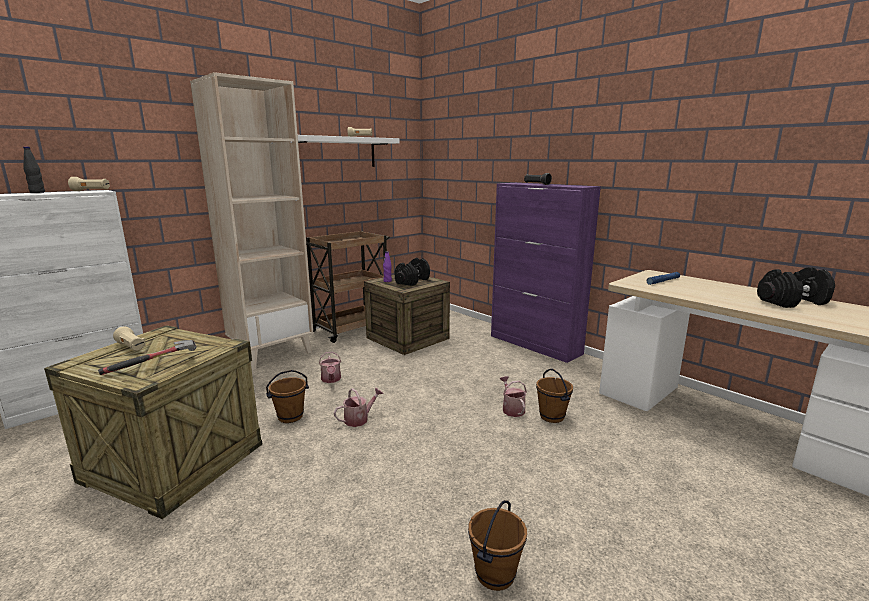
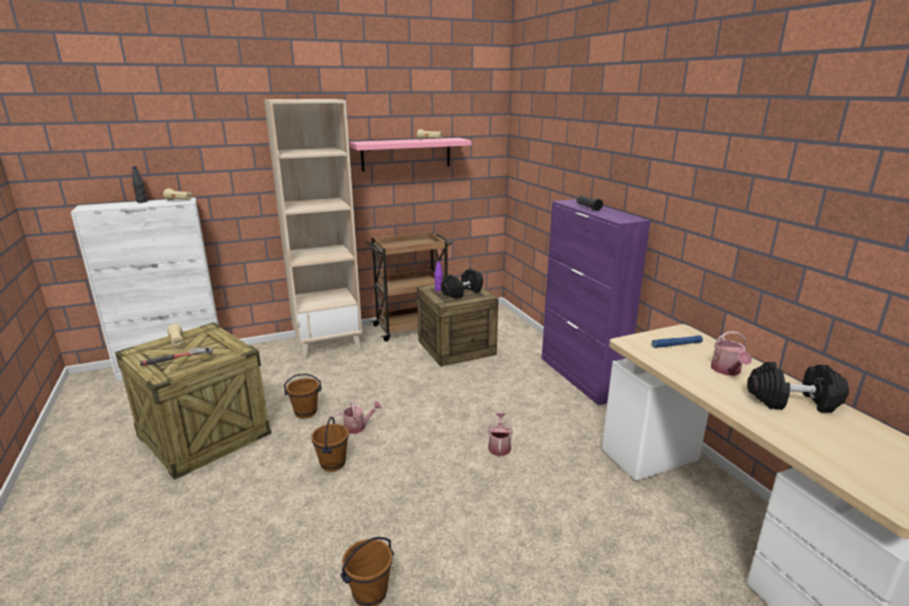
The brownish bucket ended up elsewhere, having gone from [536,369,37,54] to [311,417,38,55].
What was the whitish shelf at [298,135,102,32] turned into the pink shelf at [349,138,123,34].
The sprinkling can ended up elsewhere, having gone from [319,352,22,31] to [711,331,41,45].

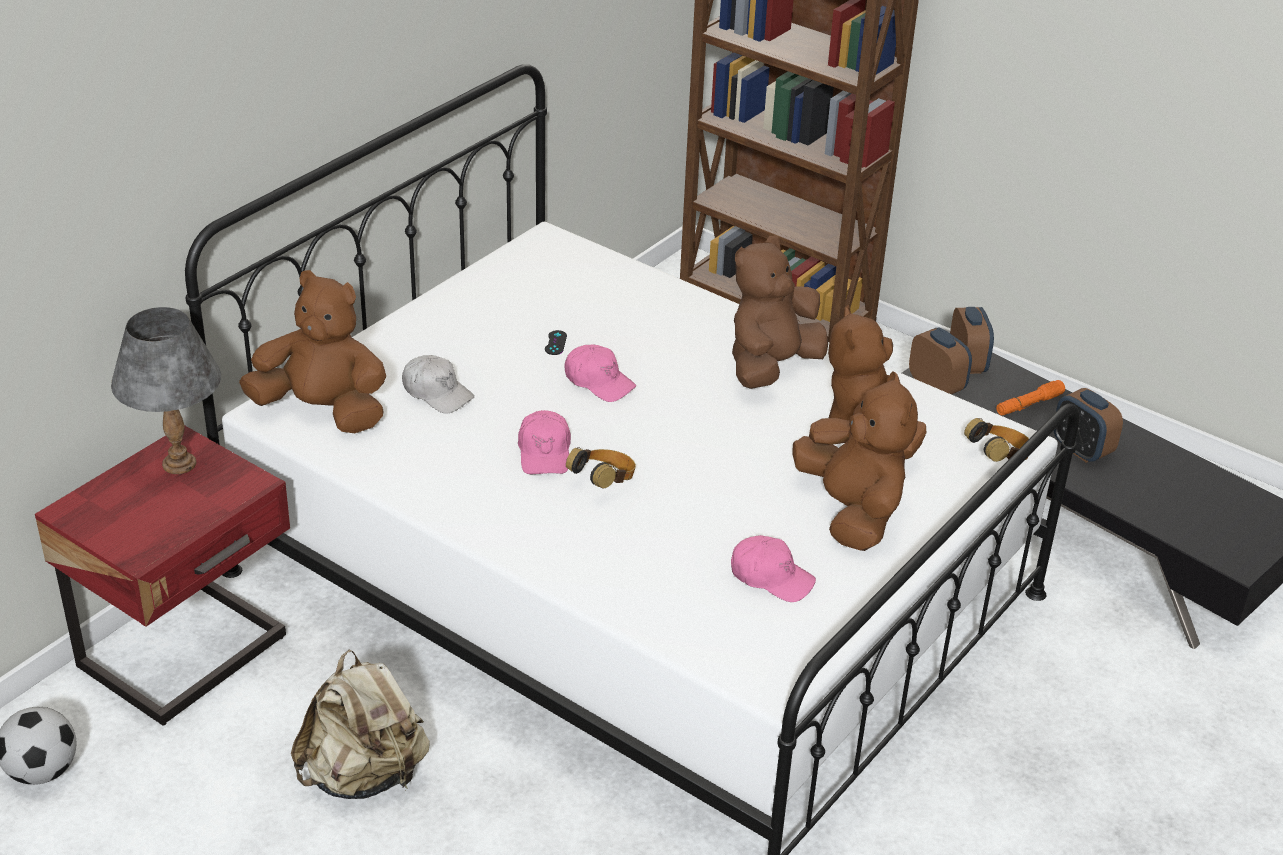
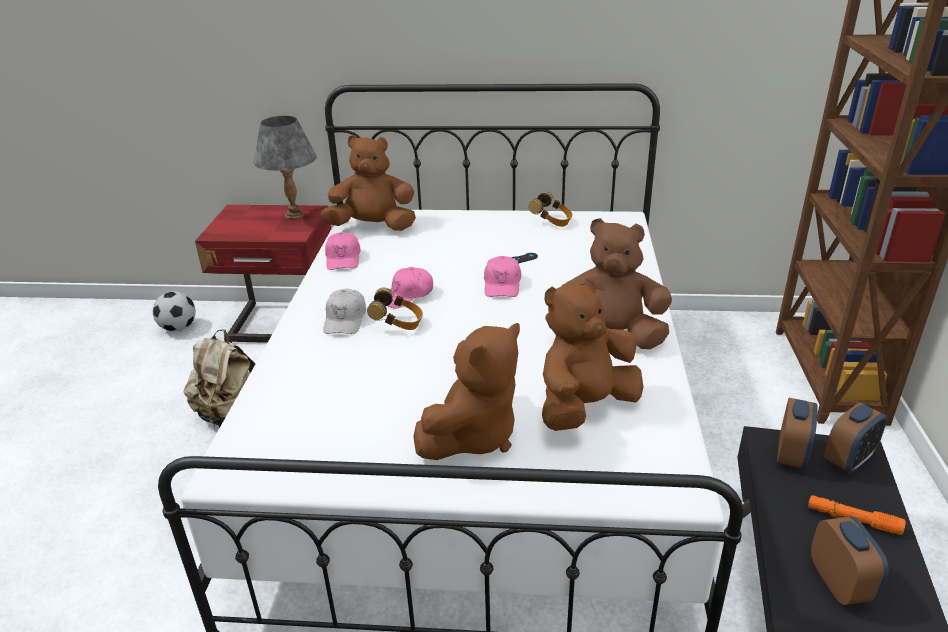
The brownish cuddly toy at [239,270,147,163] ended up facing another way, 75 degrees counterclockwise from before.
The whitish peaked cap ended up elsewhere, having gone from [402,355,72,59] to [323,289,43,45].
The pink peaked cap ended up elsewhere, having gone from [731,535,85,67] to [325,232,35,38].
The headset ended up elsewhere, having gone from [964,418,65,44] to [528,191,44,36].
The alarm clock at [1054,388,69,75] ended up facing another way, 150 degrees clockwise from before.

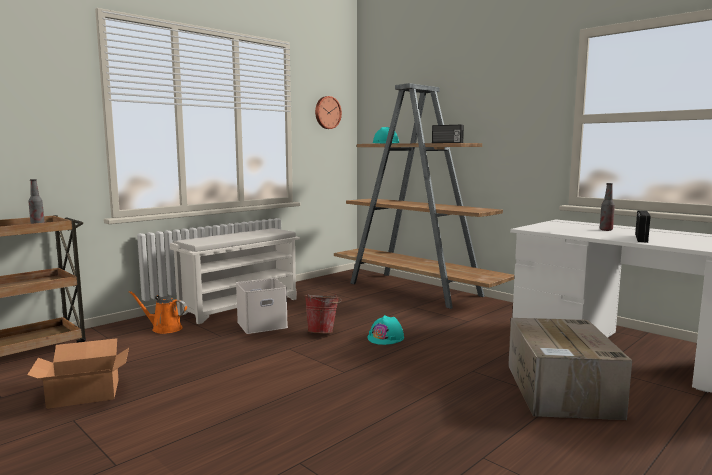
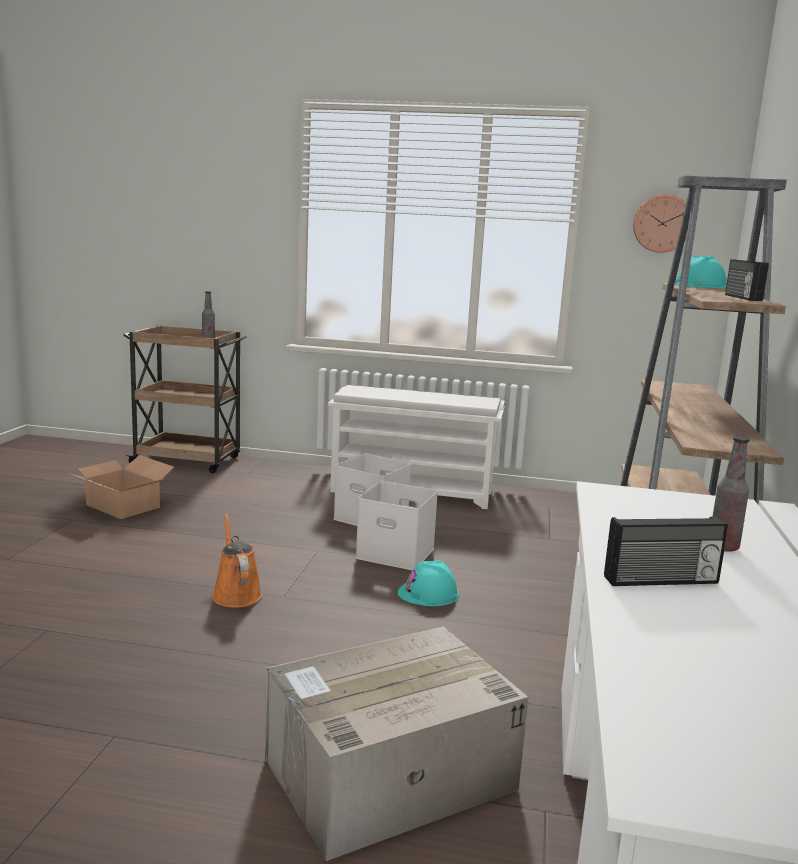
The orange-coloured sprinkling can ended up elsewhere, having gone from [129,291,58,43] to [212,513,50,95].
Where the bucket stood at [305,294,37,39], the whitish storage box came to stand at [355,481,83,89].

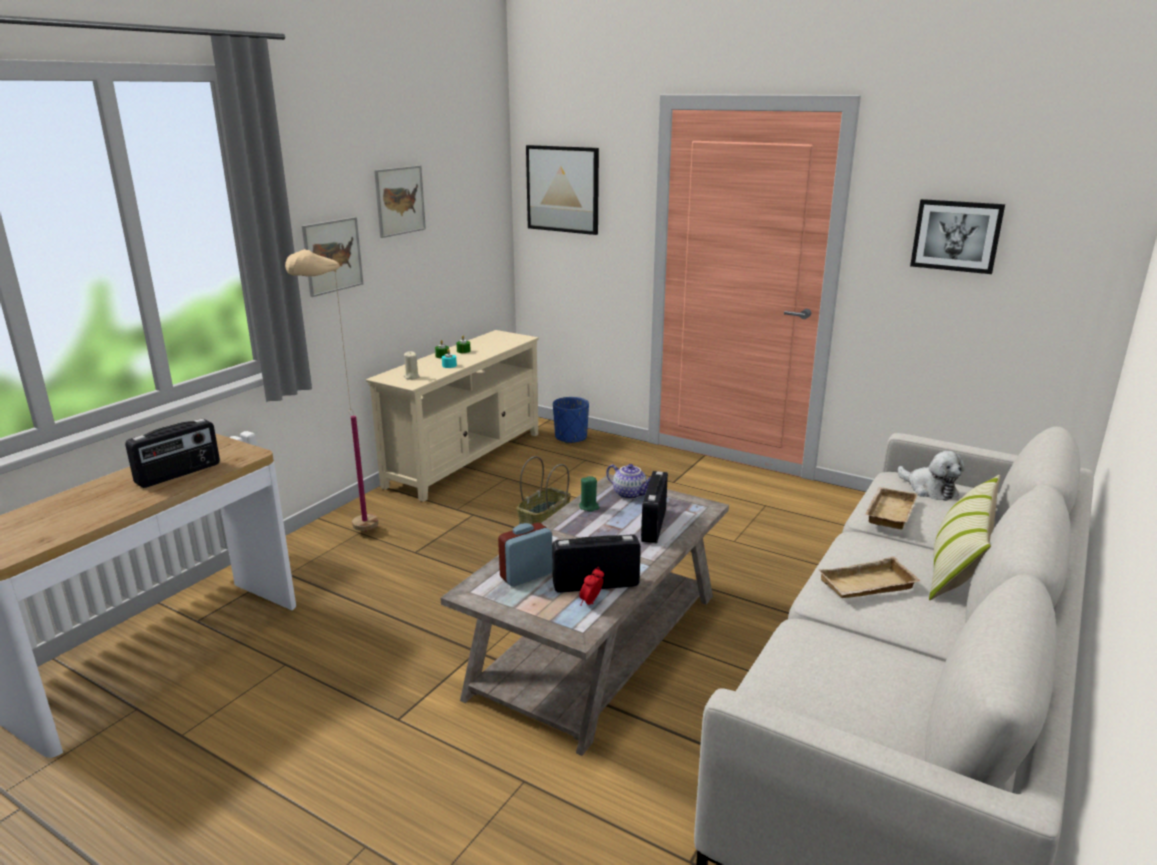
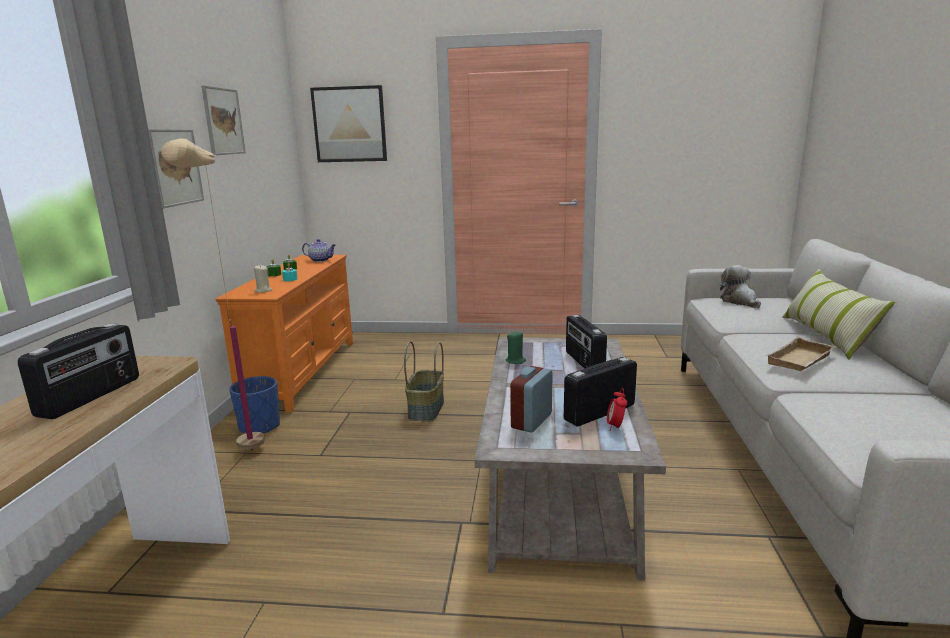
What was the sand-coloured media console at [366,330,173,172] turned into the orange-coloured media console at [216,255,137,158].
The blue-coloured plant pot ended up elsewhere, having gone from [553,397,36,47] to [229,376,51,58].
The tea pot ended up elsewhere, having gone from [606,464,45,35] to [302,239,34,23].
The cuddly toy at [898,451,67,50] ended up facing another way, 135 degrees counterclockwise from before.
The second view lost the sand-coloured carrying tray at [865,487,53,42].
The second view lost the wall art at [910,199,95,75].

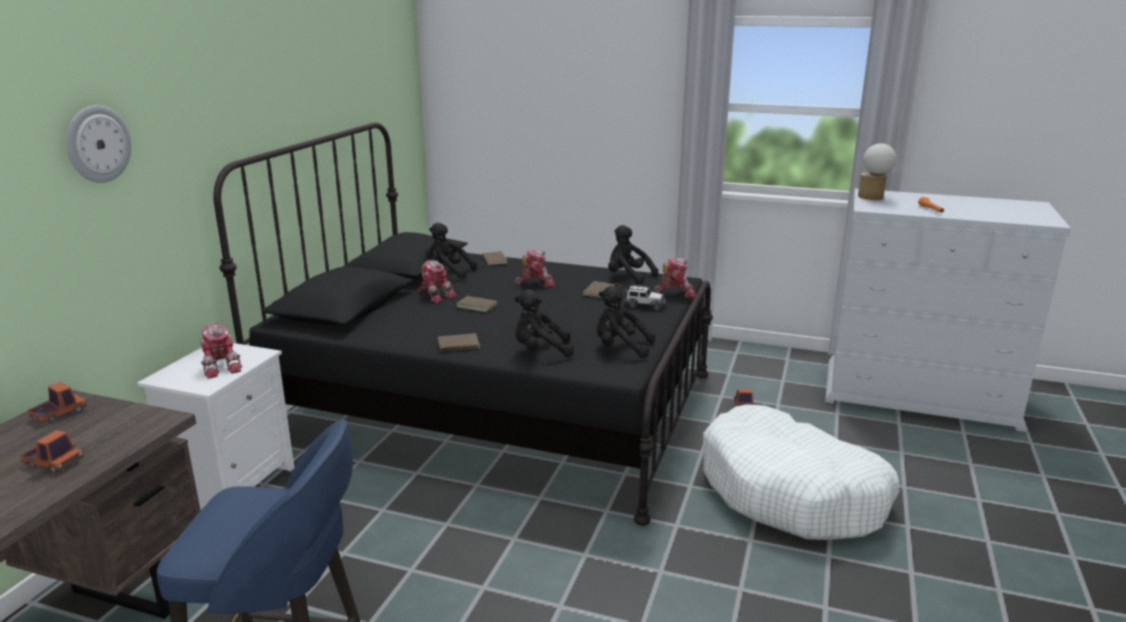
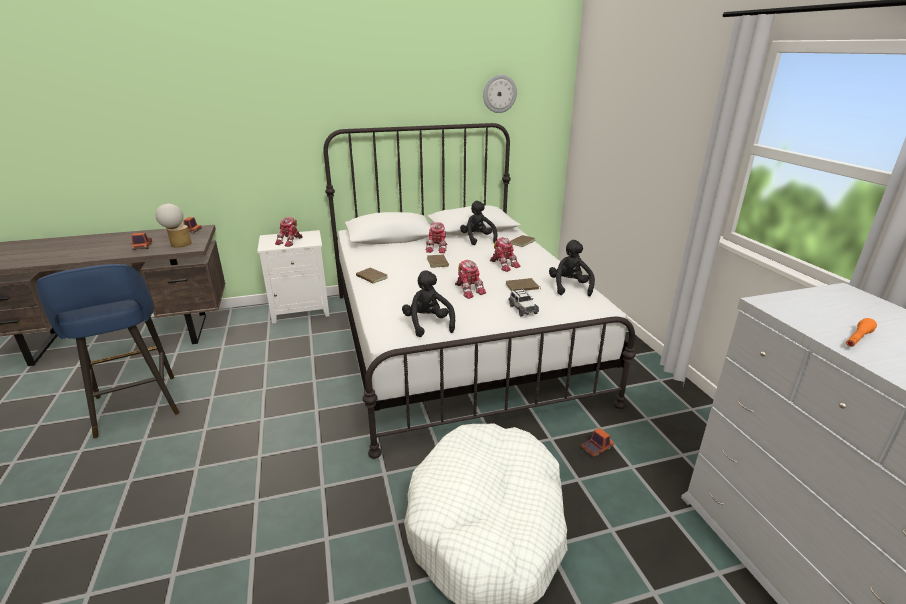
The lamp for a table ended up elsewhere, having gone from [858,143,39,57] to [156,204,36,44].
What was the black sleeping bed at [213,122,500,404] turned into the whitish sleeping bed at [323,123,313,336].
The robot figure ended up elsewhere, having gone from [654,257,42,41] to [455,260,31,39].
The hanging clock ended up elsewhere, having gone from [66,105,65,78] to [483,74,34,39].
The second view lost the black cuddly toy at [514,290,60,67].

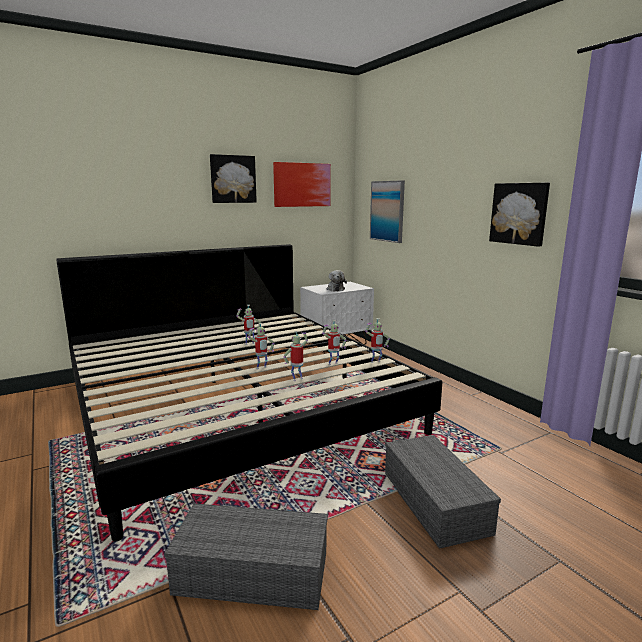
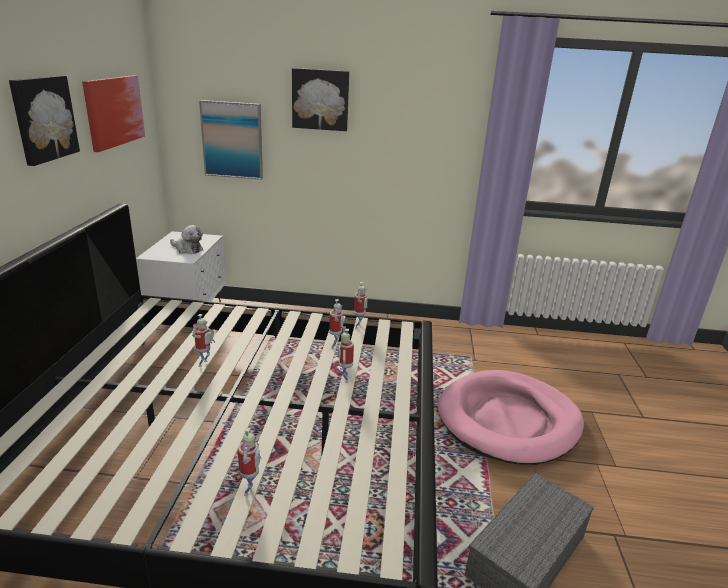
The robot figure ended up elsewhere, having gone from [248,323,27,46] to [238,428,23,68].
The wall art ended up elsewhere, having gone from [489,183,61,64] to [292,68,57,63].
Where the grey storage box stood at [385,435,116,114], the pink dog bed came to stand at [438,370,146,95].

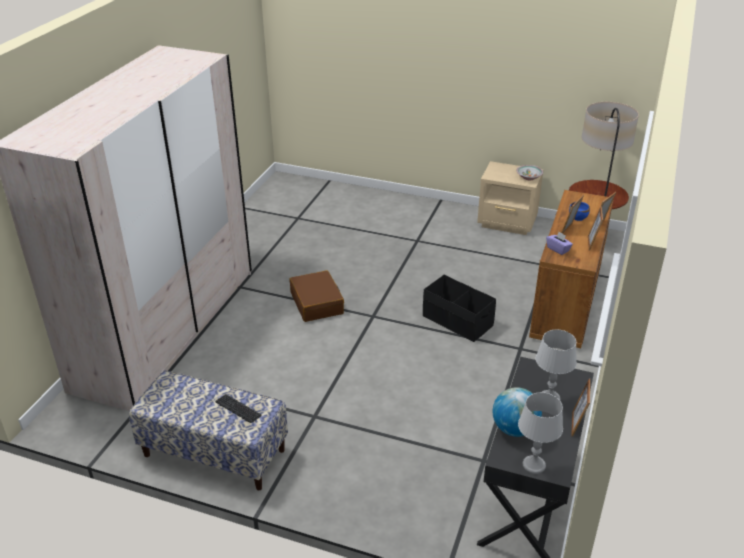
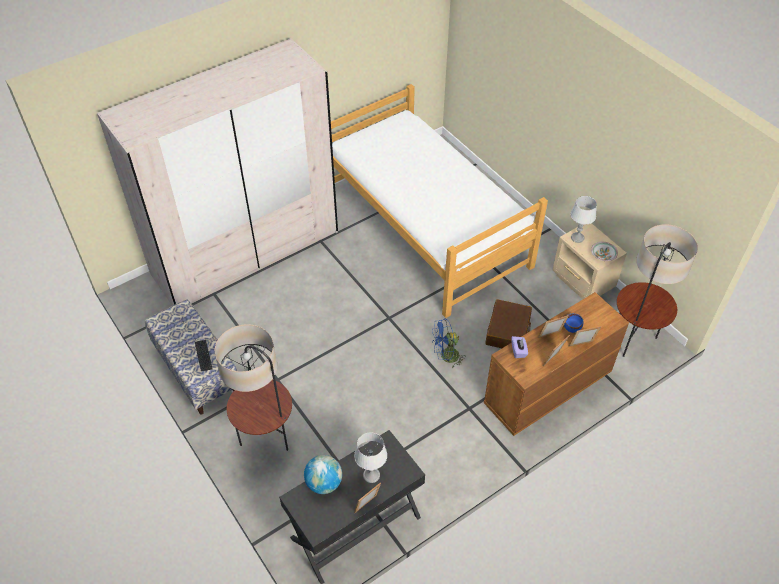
The second view gained the standard lamp at [215,324,77,127].
The second view gained the sleeping bed at [331,84,217,234].
Where the black storage box stood at [423,275,73,67], the blue-coloured fan came to stand at [432,318,34,50].
The brownish suitcase ended up elsewhere, having gone from [289,270,55,52] to [486,299,46,49].
The grey lamp for a table ended up elsewhere, having gone from [518,392,45,82] to [570,196,27,47].

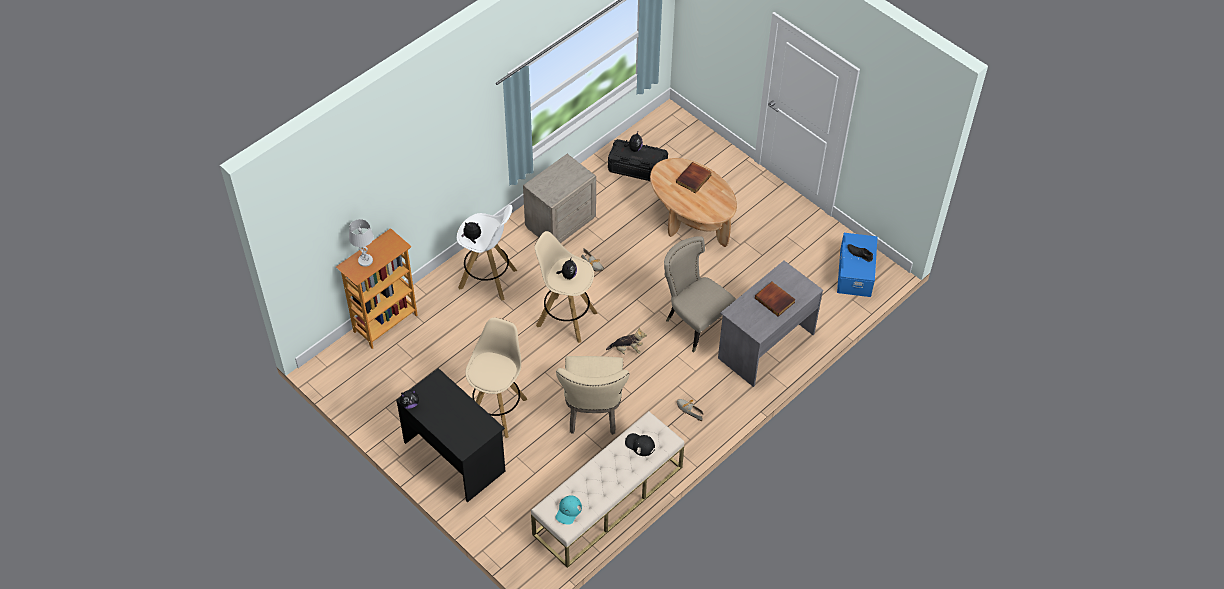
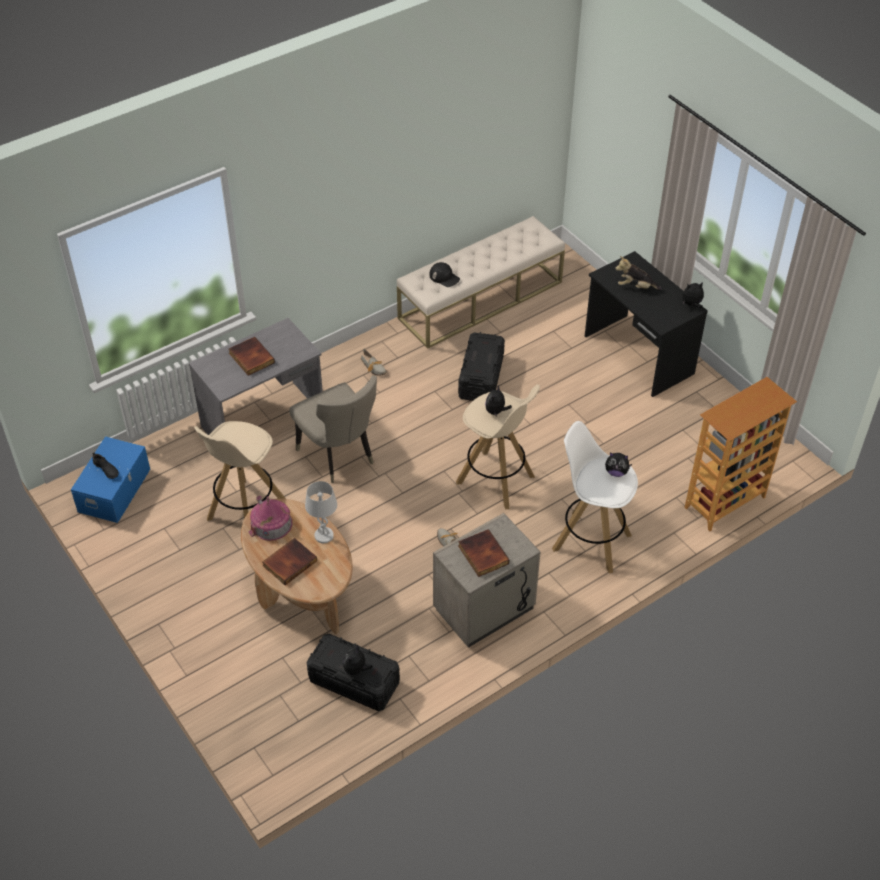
The sand-coloured stool seat ended up elsewhere, having gone from [465,317,62,121] to [194,421,92,100].
The second view gained the model house at [249,496,43,45].
The whitish lamp for a table ended up elsewhere, having gone from [349,219,25,48] to [305,481,32,62].
Where the sand-coloured plain chair stood at [556,356,73,79], the black storage box came to stand at [458,332,47,69].
The second view gained the book at [458,529,51,48].
The cuddly toy ended up elsewhere, having gone from [606,328,41,26] to [615,256,47,34].
The second view lost the blue-green peaked cap at [556,495,26,30].

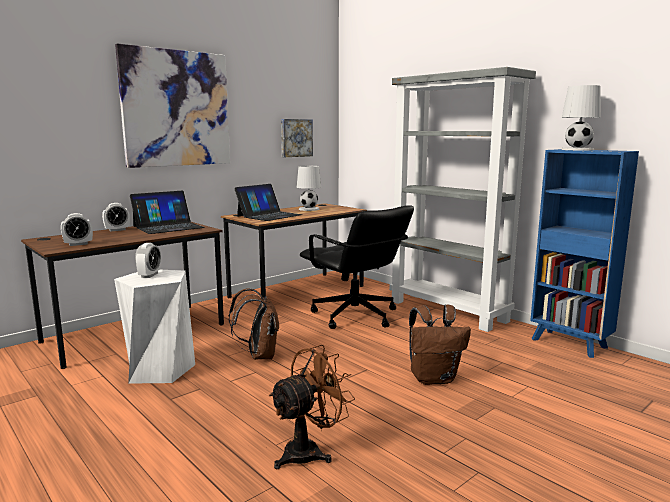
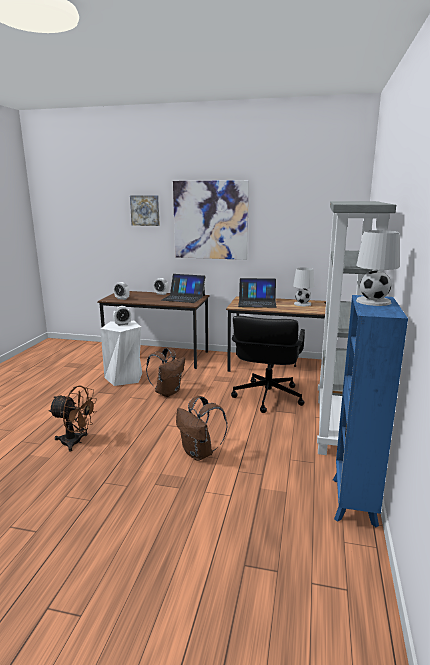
The wall art ended up elsewhere, having gone from [281,119,32,38] to [130,195,30,31].

